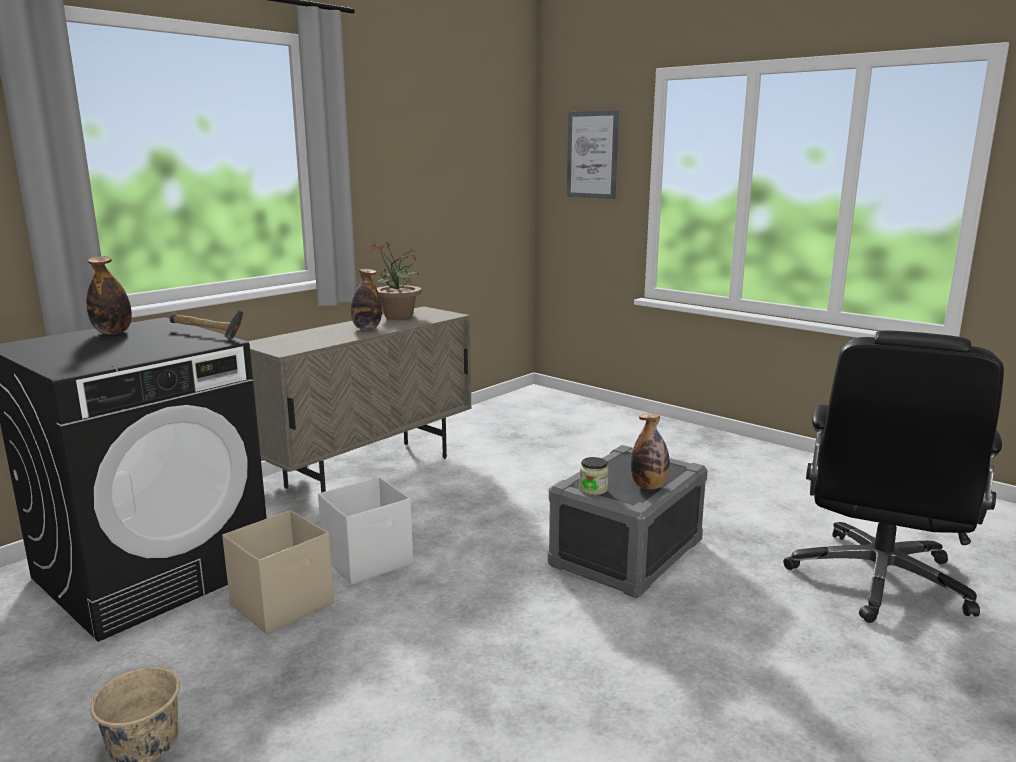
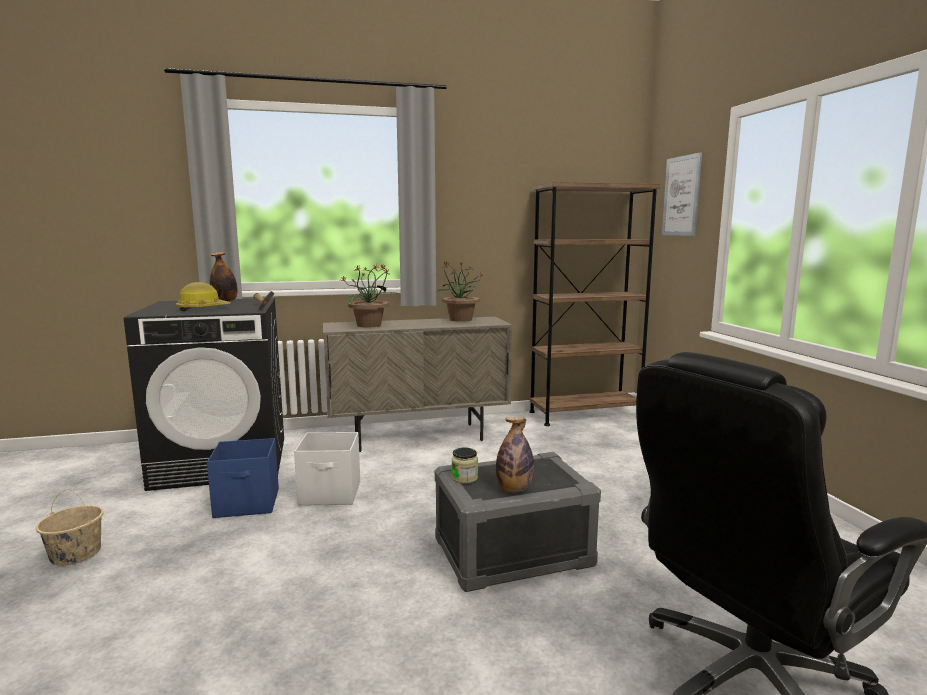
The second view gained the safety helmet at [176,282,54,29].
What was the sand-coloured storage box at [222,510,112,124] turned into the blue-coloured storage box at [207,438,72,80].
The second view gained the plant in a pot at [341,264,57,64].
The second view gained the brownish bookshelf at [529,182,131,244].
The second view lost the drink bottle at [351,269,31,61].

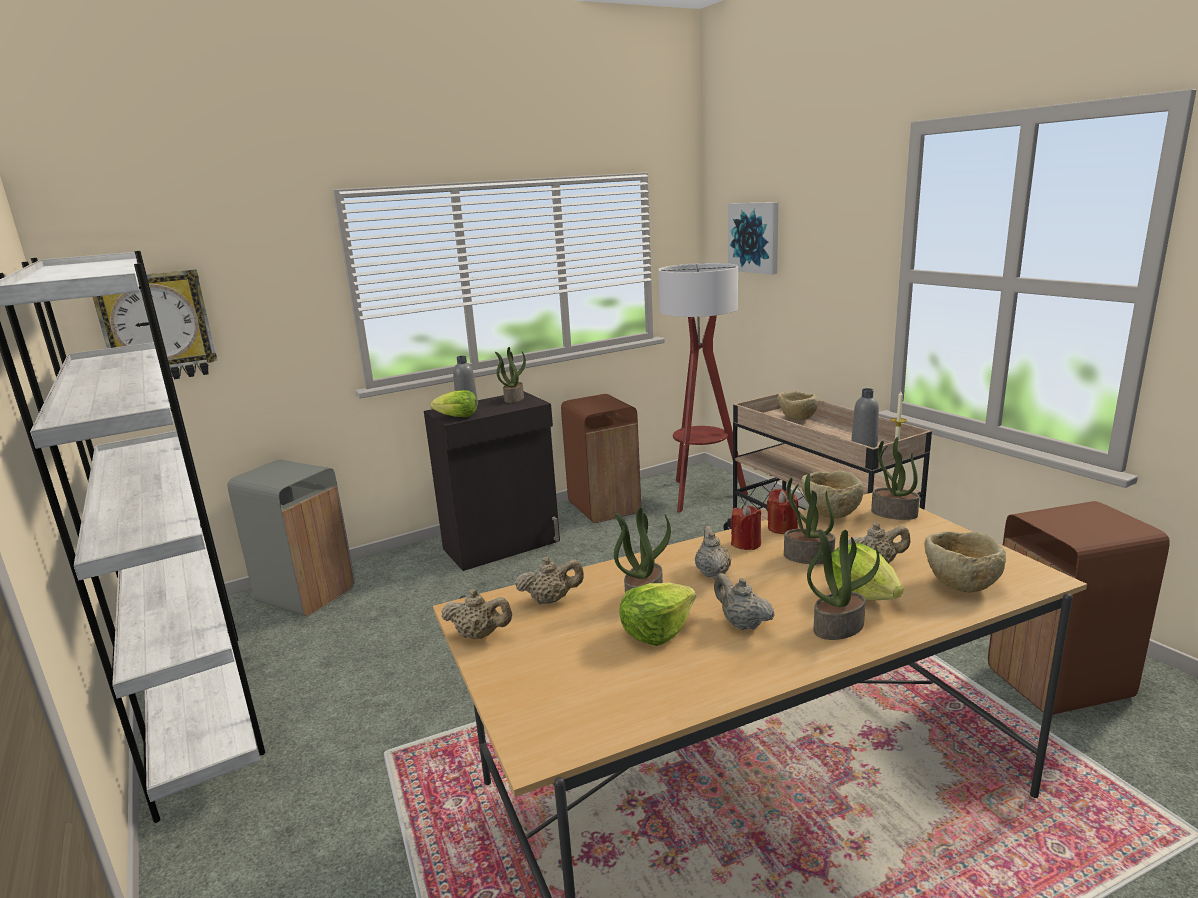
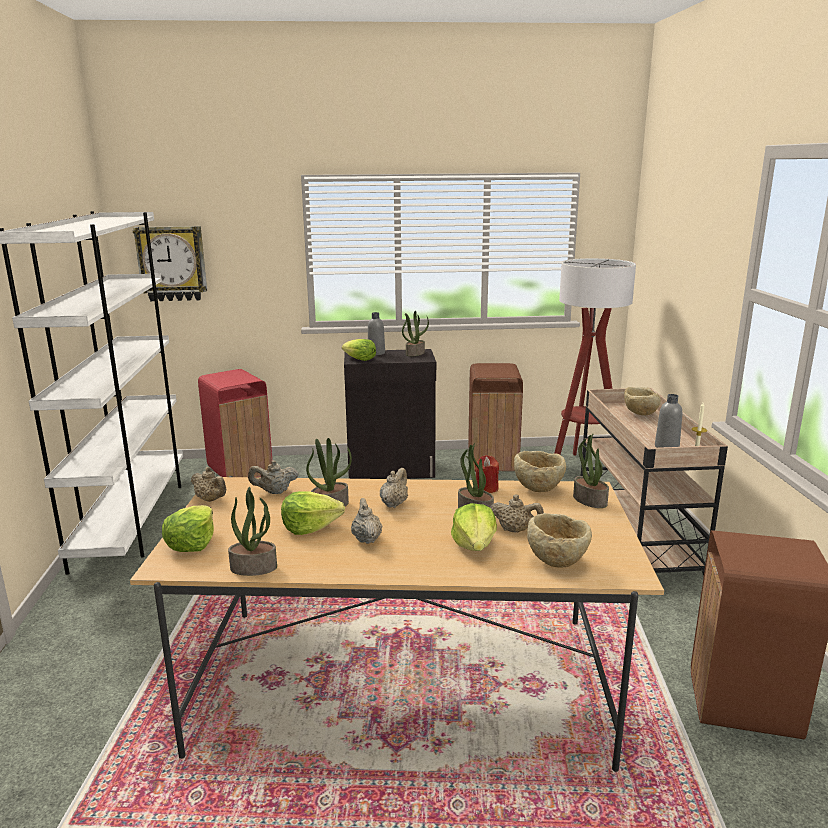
The second view gained the lettuce head at [162,505,52,47].
What was the grey trash can at [228,460,127,156] turned into the red-coloured trash can at [198,369,74,108].
The plant in a pot ended up elsewhere, having gone from [807,529,73,111] to [228,487,49,89].
The sand-coloured tea pot at [515,556,69,48] ended up facing another way, 150 degrees clockwise from before.
The second view lost the wall art at [728,202,51,73].
The second view lost the red-coloured wax candle at [731,504,30,46].

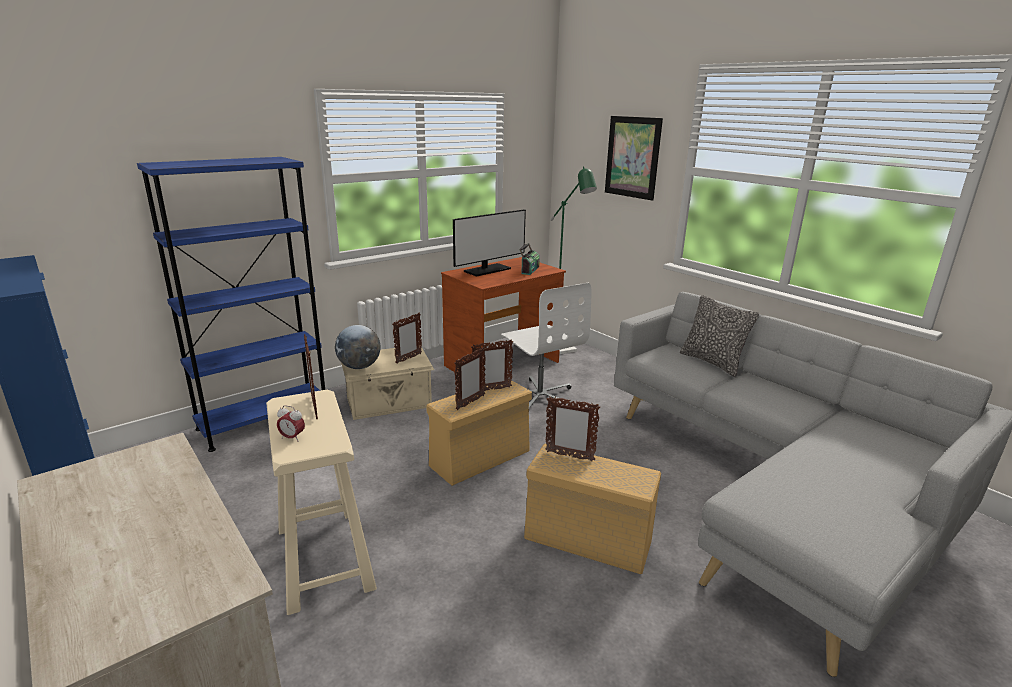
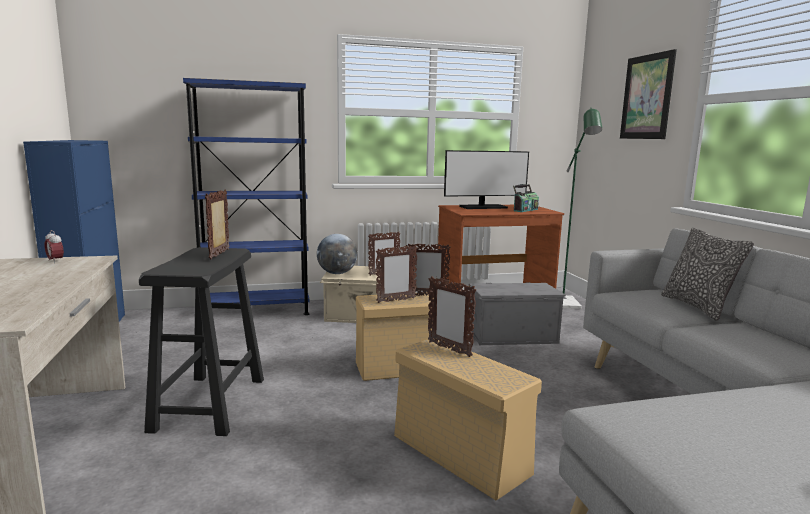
The alarm clock ended up elsewhere, having gone from [277,405,28,37] to [44,230,20,33].
What was the sand-coloured stool seat at [266,390,111,225] turned into the black stool seat at [139,247,125,189].
Where the whitish computer chair stood at [501,283,91,125], the grey storage box came to stand at [469,282,98,63].

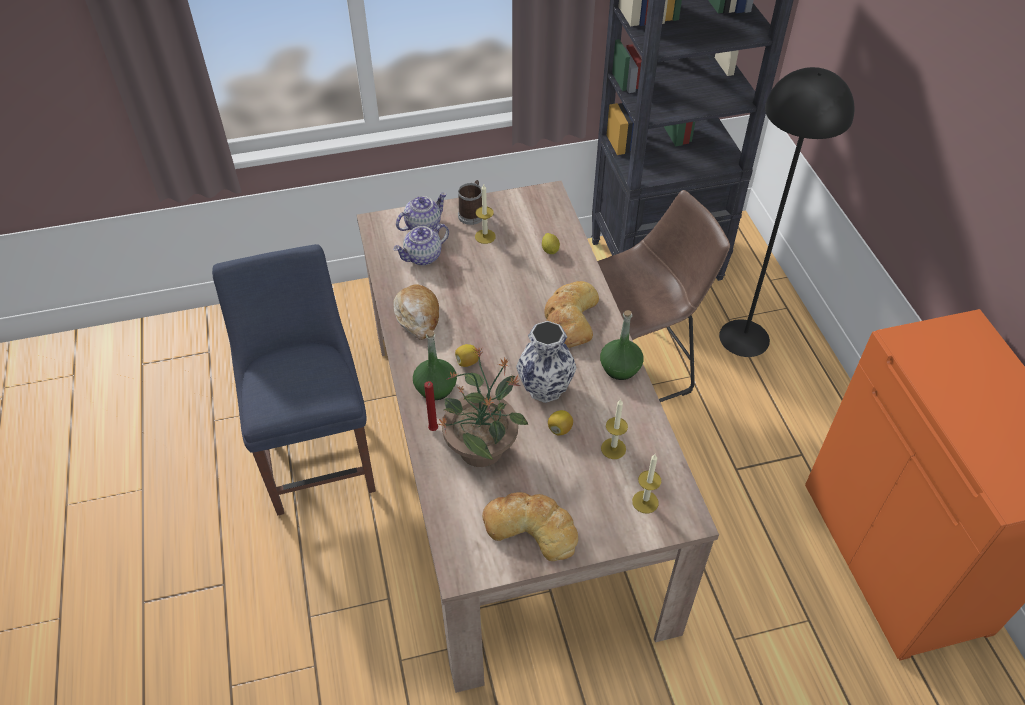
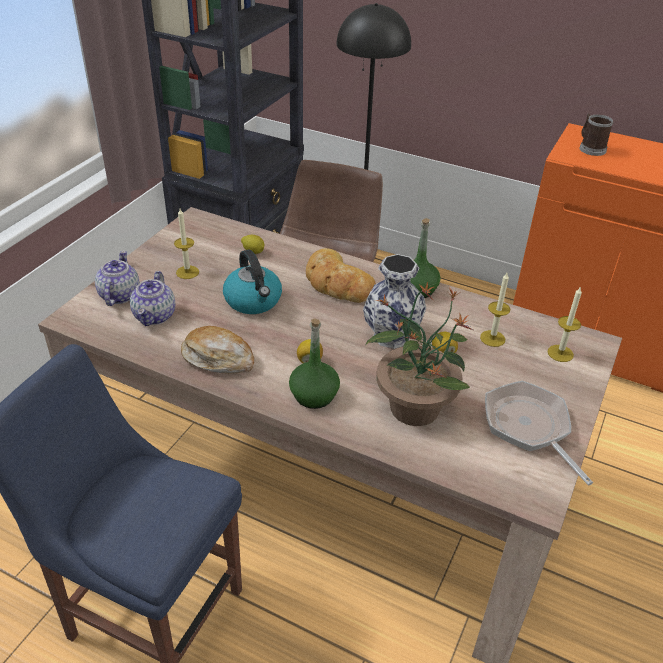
The second view gained the tea kettle at [223,249,59,65].
Where the bakery bread stood at [482,492,96,69], the skillet came to stand at [485,381,108,105].
The mug ended up elsewhere, having gone from [458,180,24,45] to [580,113,34,43].
The second view lost the red-coloured wax candle at [424,381,14,50].

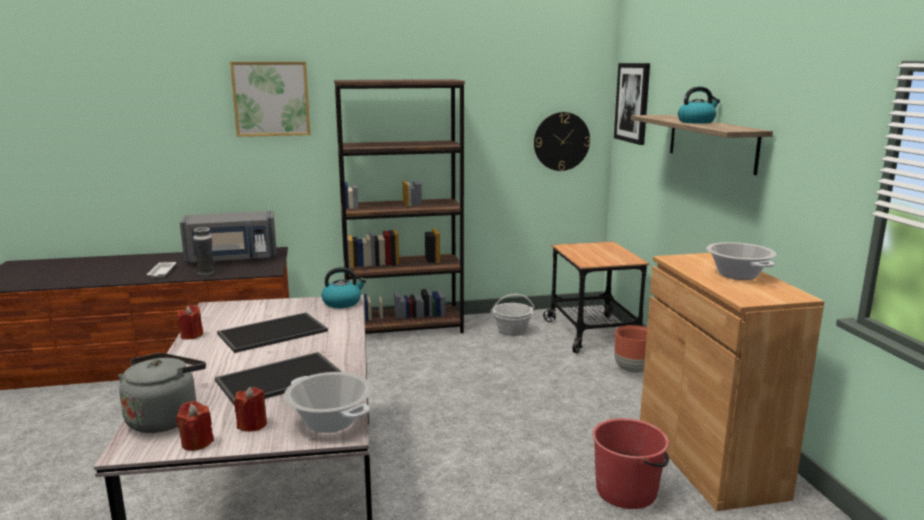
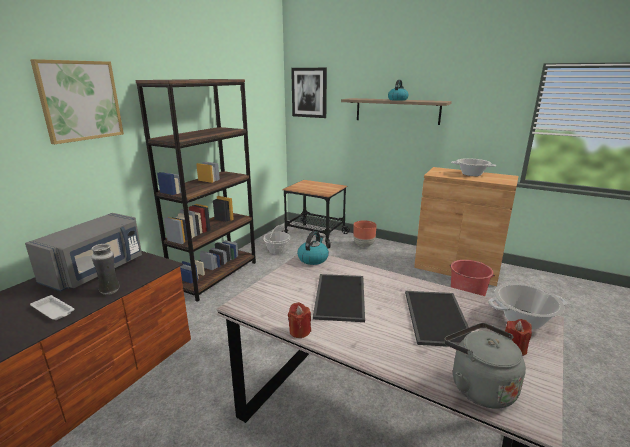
The second view lost the red-coloured wax candle at [176,401,38,50].
The second view lost the hanging clock at [534,112,56,59].

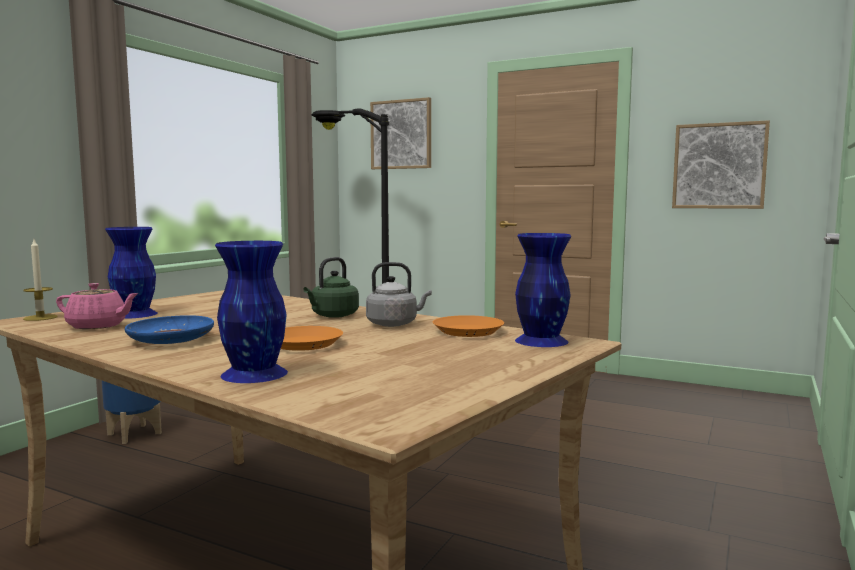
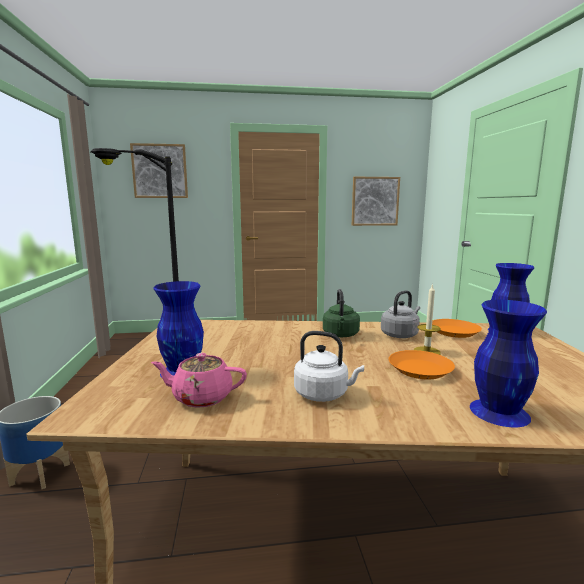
The pink tea pot at [56,283,83,46] ended up facing another way, 150 degrees counterclockwise from before.
Where the blue-coloured plate stood at [125,315,89,29], the whitish tea kettle came to stand at [294,331,70,71].
The wax candle ended up elsewhere, having gone from [23,239,35,82] to [414,283,27,72].

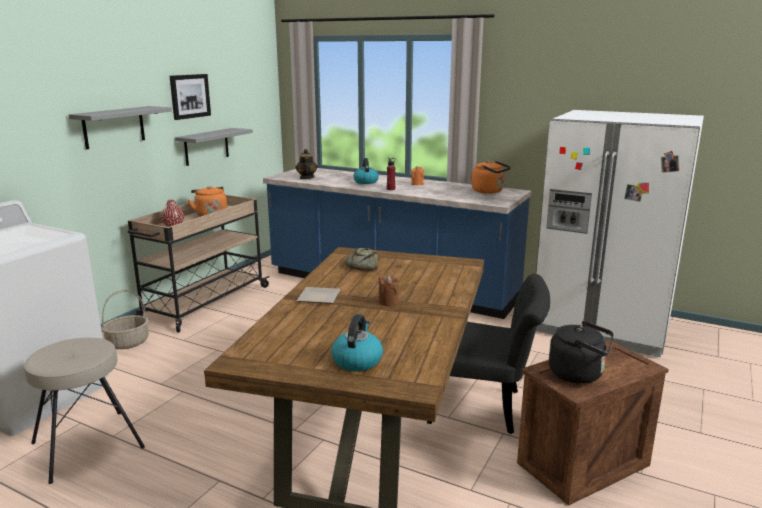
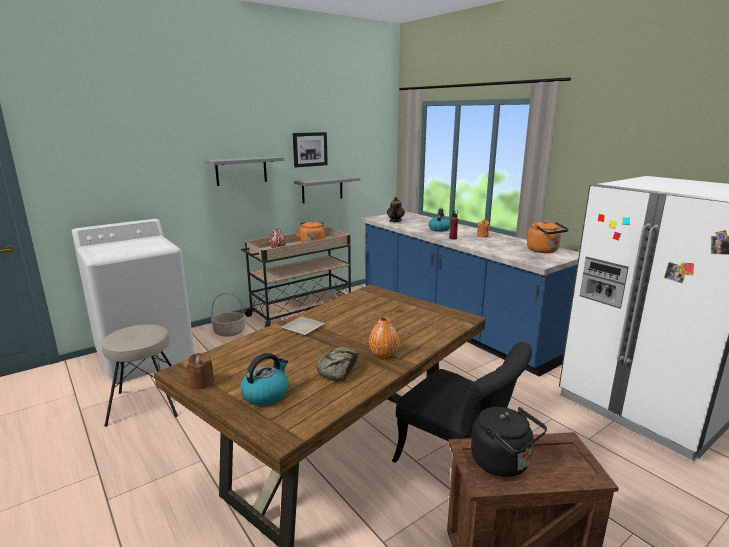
The brownish wax candle ended up elsewhere, having gone from [378,275,21,31] to [187,353,27,36].
The bakery bread ended up elsewhere, having gone from [345,248,33,23] to [317,347,41,34].
The second view gained the orange-coloured vase at [369,317,31,41].

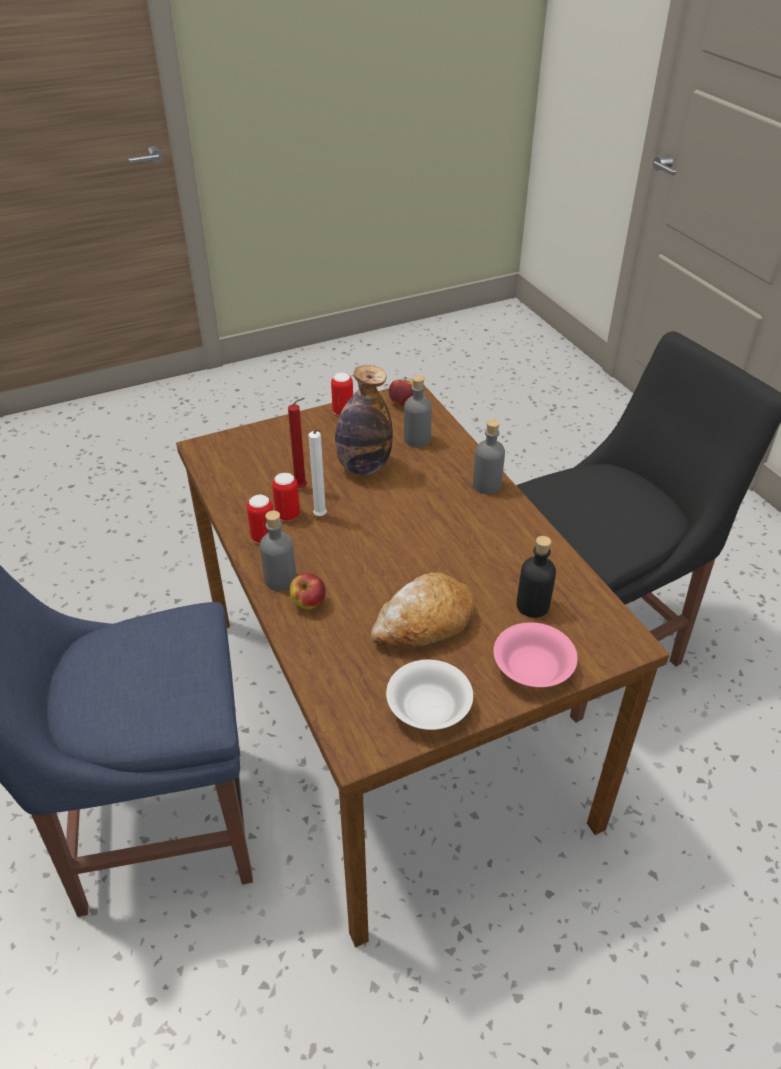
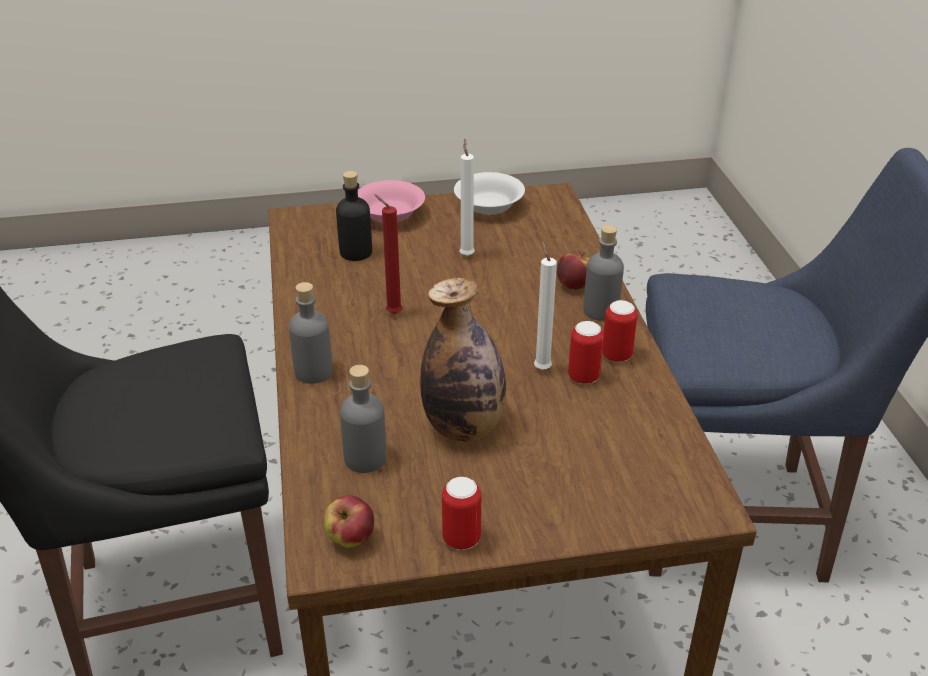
The red-coloured wax candle ended up elsewhere, having gone from [288,398,19,90] to [375,194,28,120].
Where the bakery bread stood at [371,572,103,76], the whitish wax candle came to stand at [460,139,15,117].

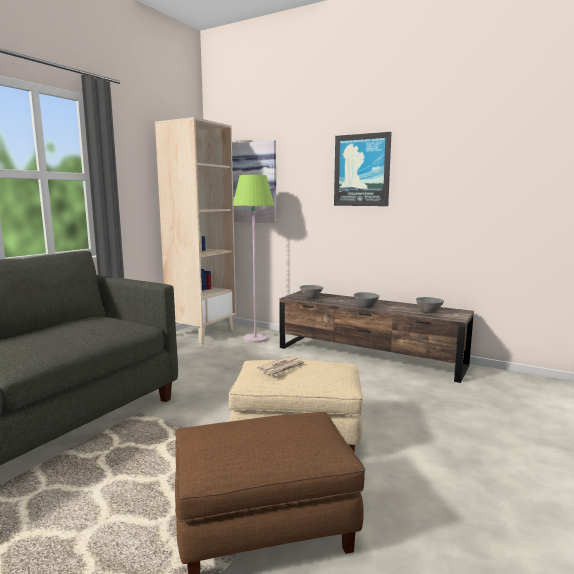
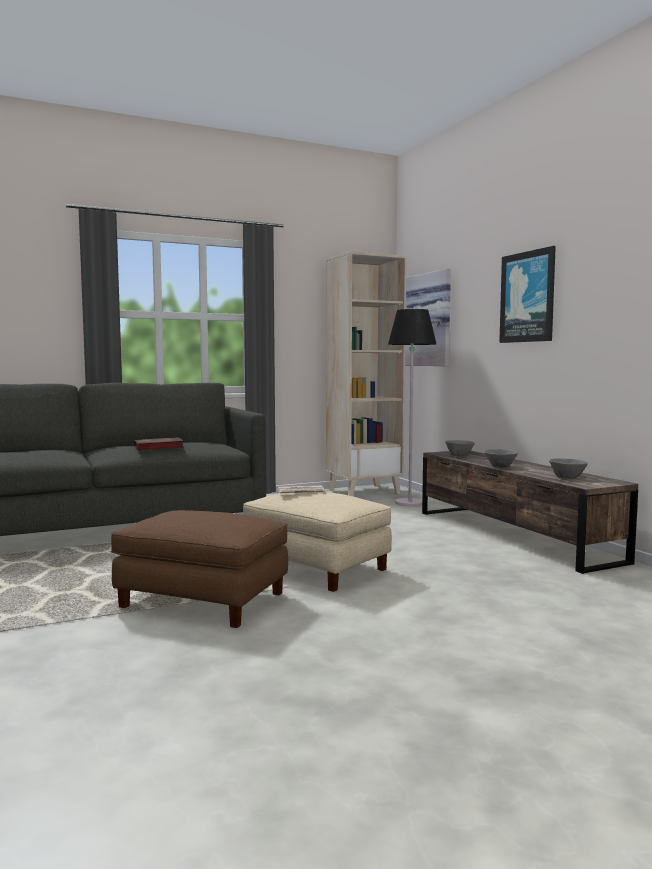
The second view gained the book at [134,437,50,14].
What was the green-coloured standard lamp at [233,175,41,168] turned into the black standard lamp at [388,309,48,198].

